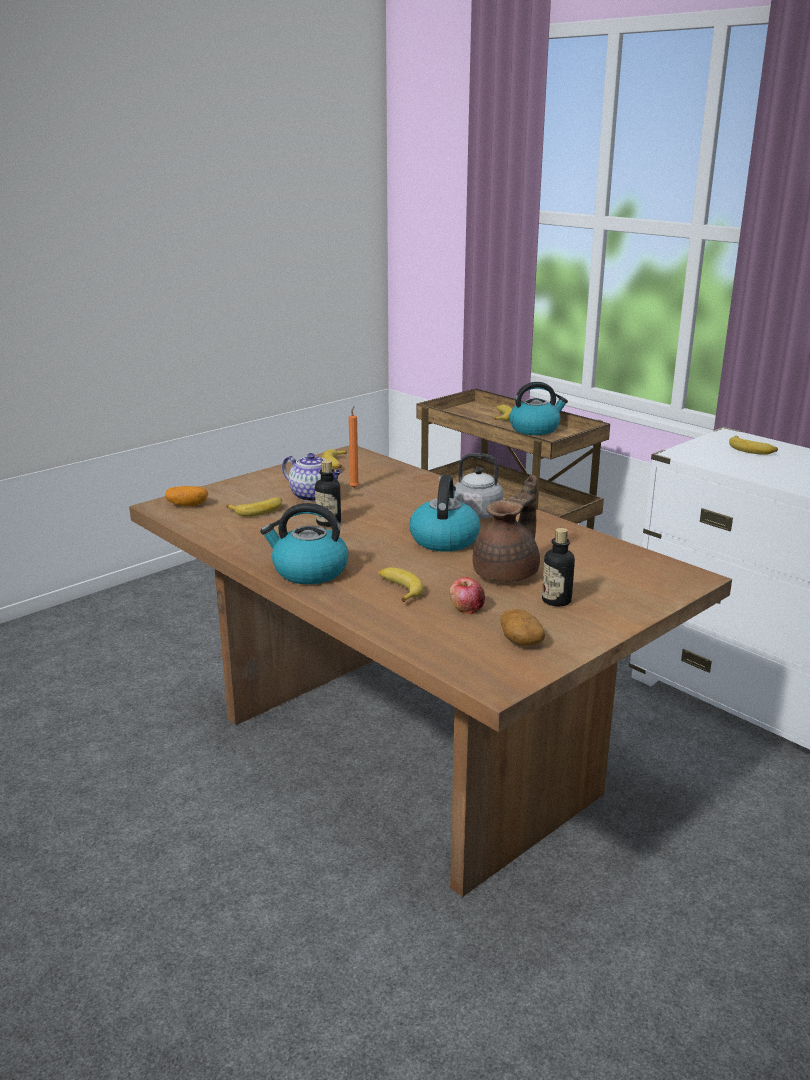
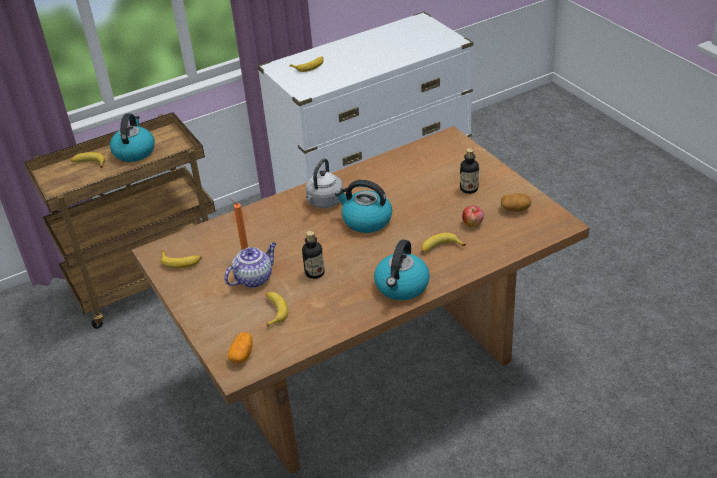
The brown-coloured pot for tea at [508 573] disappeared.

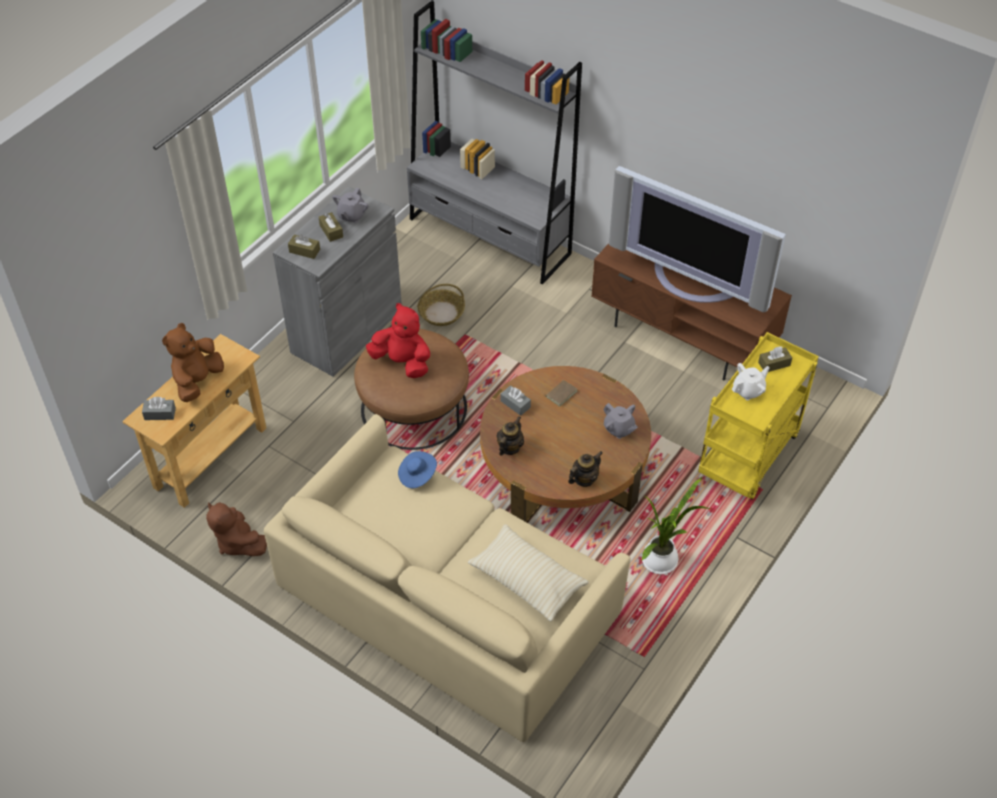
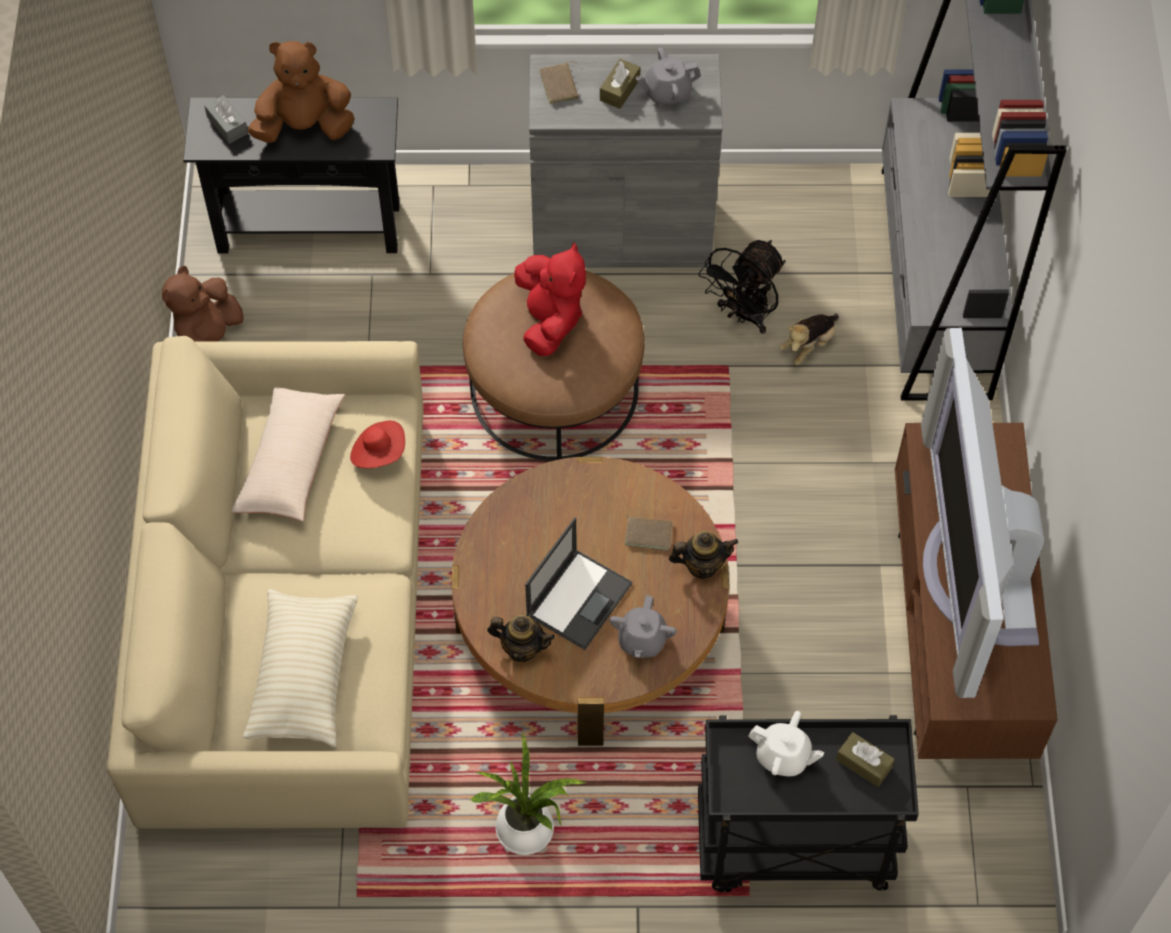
The greyish tissue holder at [515 404] disappeared. The sand-coloured cushion at [290 461] appeared. The notebook computer at [579 598] appeared. The plush toy at [809 345] appeared. The pot for tea moved from [509 448] to [702 565]. The brown-coloured tissue holder at [304 251] was replaced by the brown-coloured bound book at [560 85]. The storage basket at [441 313] was replaced by the black fan at [743 315]. The sand-coloured console table at [210 457] became the black console table at [309 228]. The blue hat at [417 475] became the reddish hat at [379 452]. The yellowish trolley at [748 458] became the black trolley at [792 846].

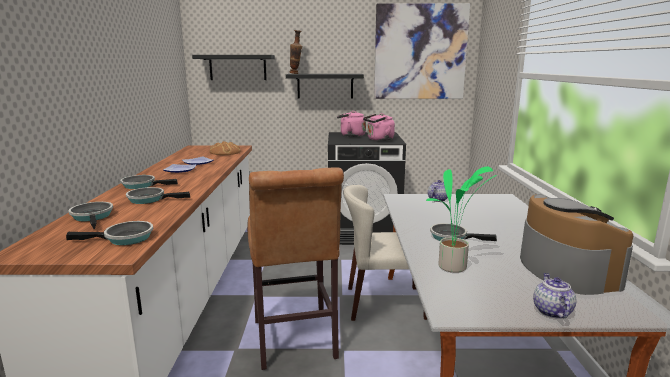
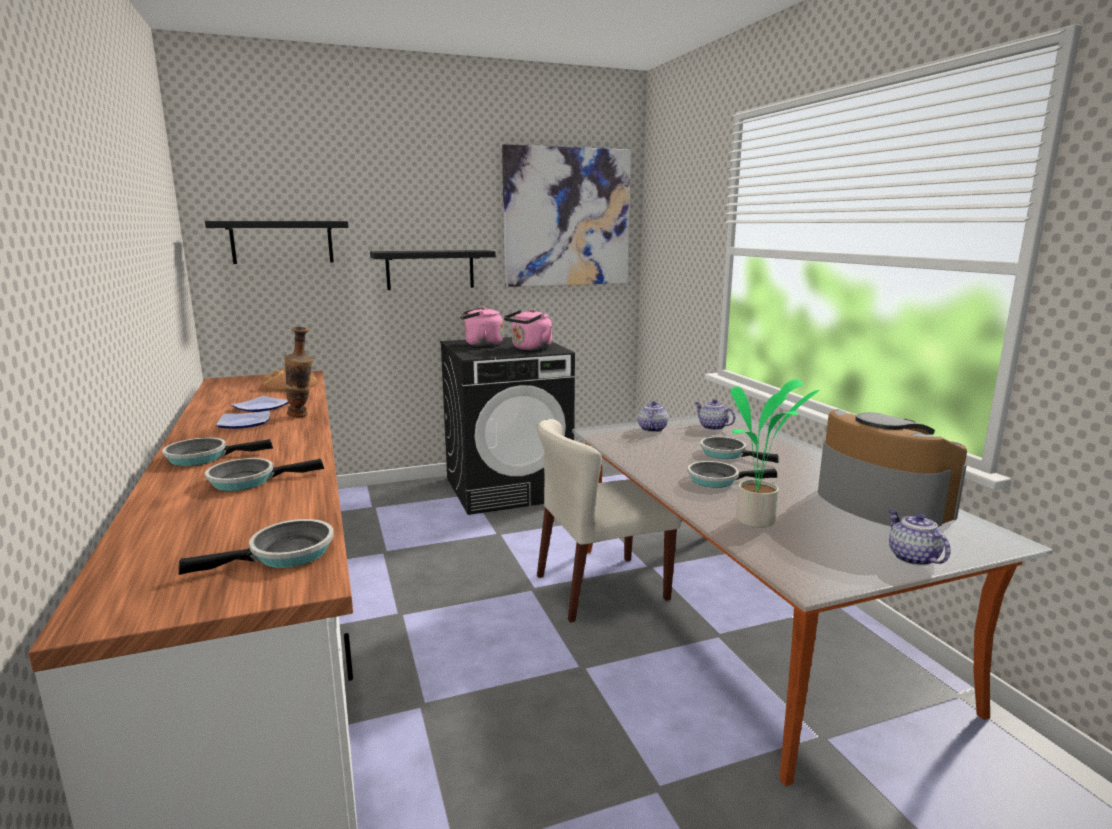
The brown-coloured sitting stool at [295 342] disappeared. The pot for tea at [712 427] appeared. The pan moved from [93 217] to [727 454]. The vase moved from [296 73] to [302 416].

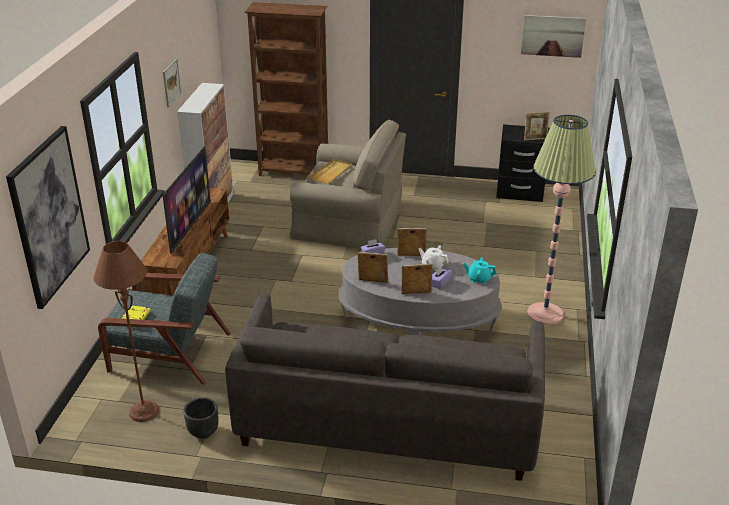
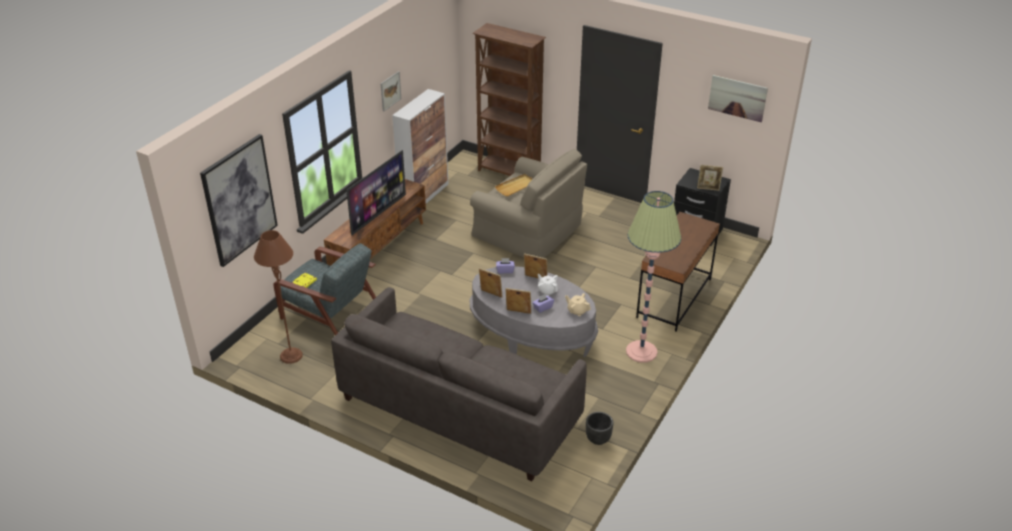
The brown-coloured desk table at [674 298] appeared. The black planter moved from [203 432] to [597 439]. The turquoise-coloured pot for tea at [479 279] became the sand-coloured pot for tea at [577 311].

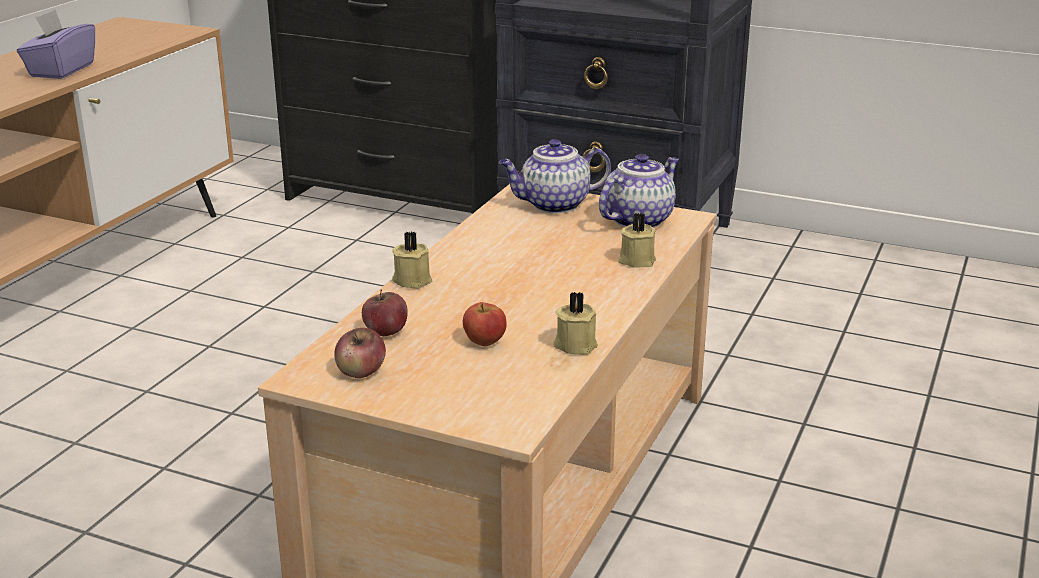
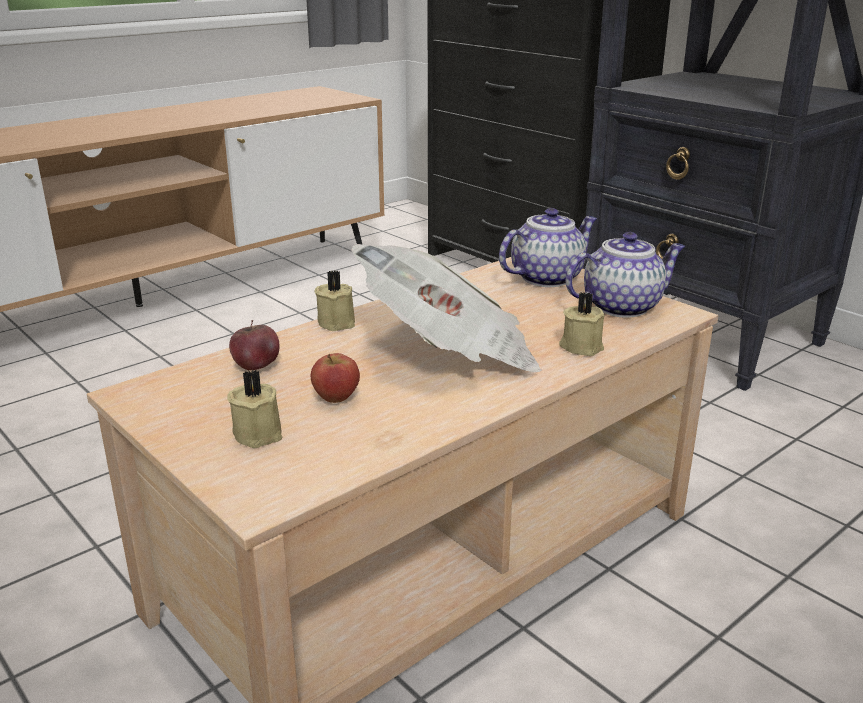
The purple tissue holder at [61 70] disappeared. The apple fruit at [361 372] disappeared. The daily paper at [450 352] appeared. The sand-coloured candle moved from [575 344] to [259 433]. The pot for tea at [553 205] turned 135 degrees clockwise.

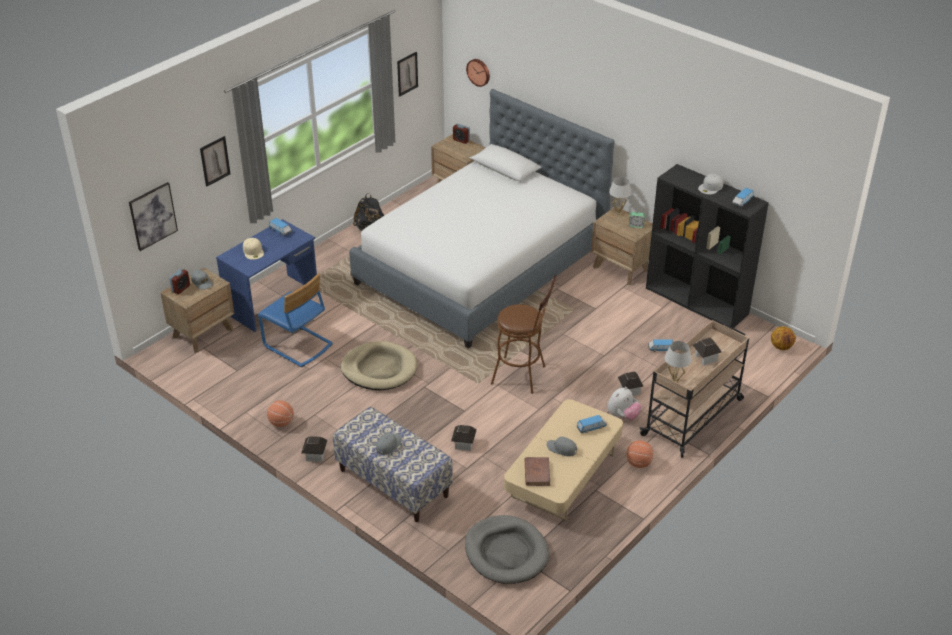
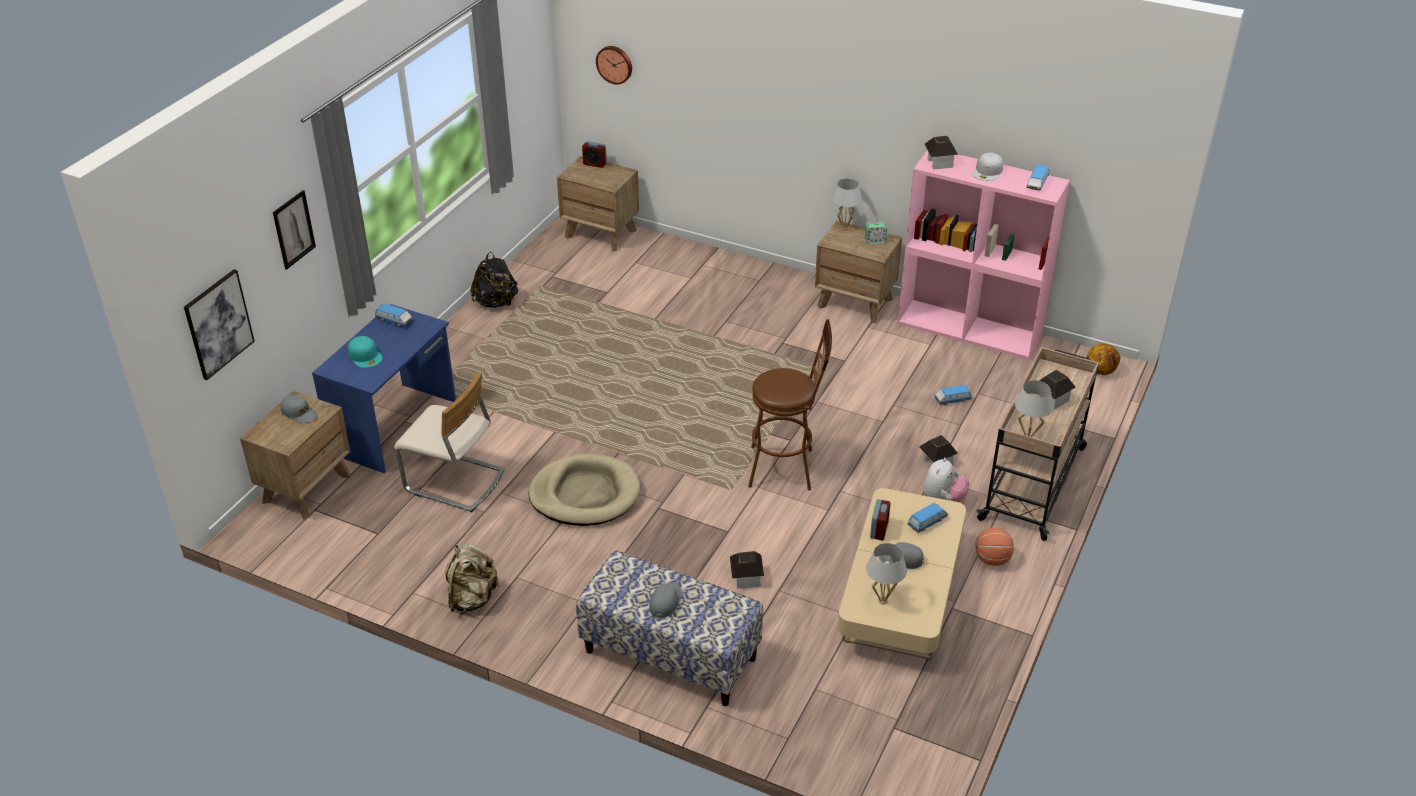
The bedroom bed at [482 266] disappeared. The wall art at [407 74] disappeared. The greyish dog cushion at [506 552] disappeared. The alarm clock moved from [181 288] to [879 530]. The miniature house moved from [315 455] to [939 163]. The basketball at [281 423] was replaced by the sand-coloured rucksack at [472 598]. The brown-coloured bound book at [537 473] was replaced by the white-coloured tabletop lamp at [882 600]. The sand-coloured cap at [253 251] became the turquoise-coloured cap at [365 356]. The blue upright chair at [297 345] became the sand-coloured upright chair at [454 482]. The black bookcase at [697 301] became the pink-coloured bookcase at [970 329].

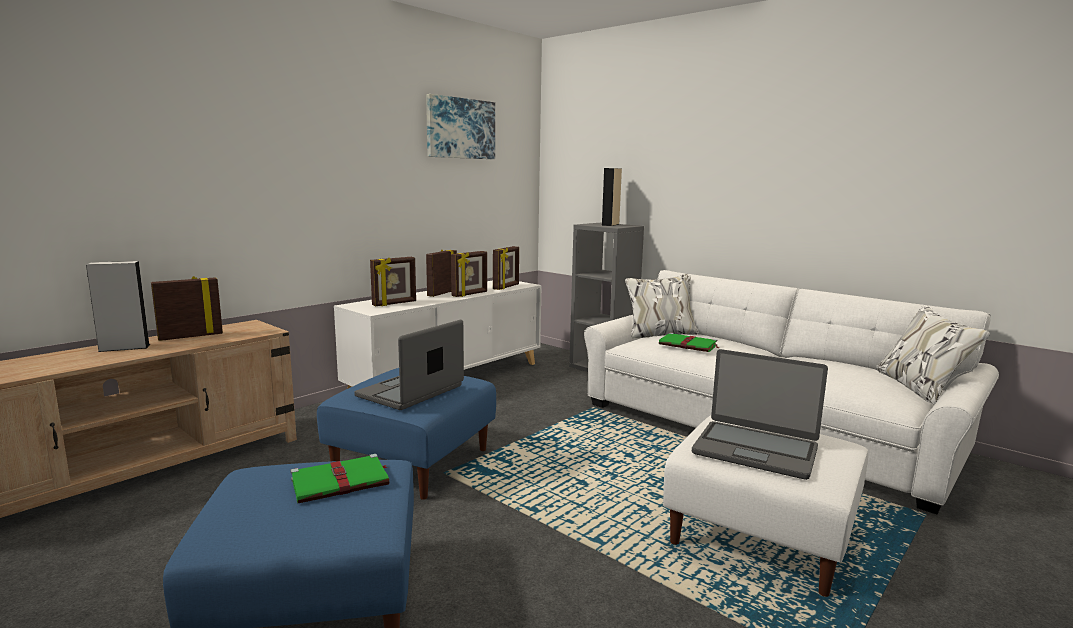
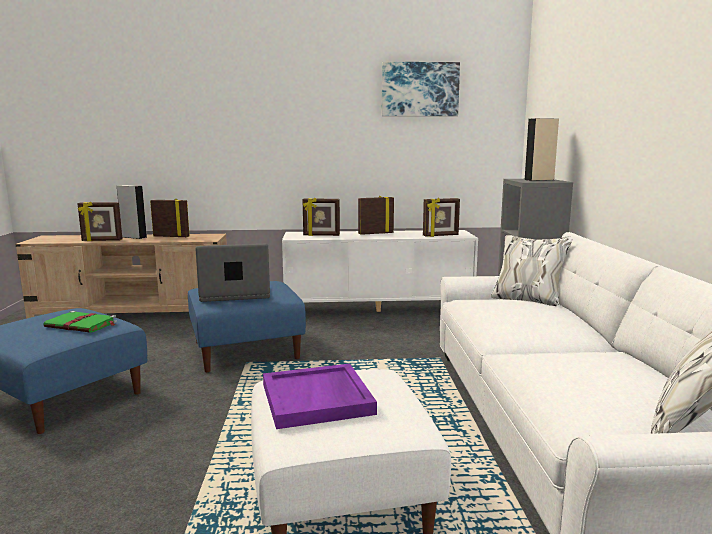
The greenish bound book at [689 345] disappeared. The picture frame moved from [470 294] to [102 240]. The notebook computer at [755 450] was replaced by the purple serving tray at [318 399].

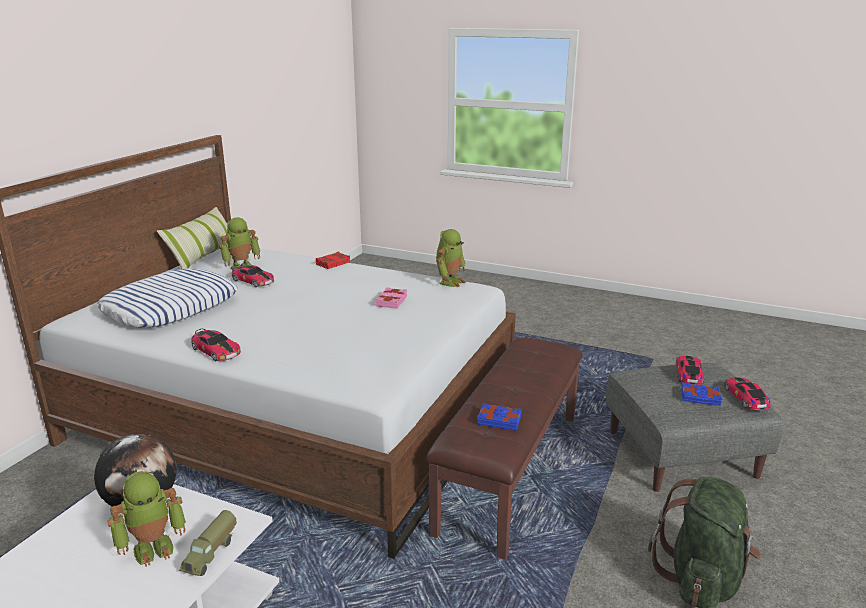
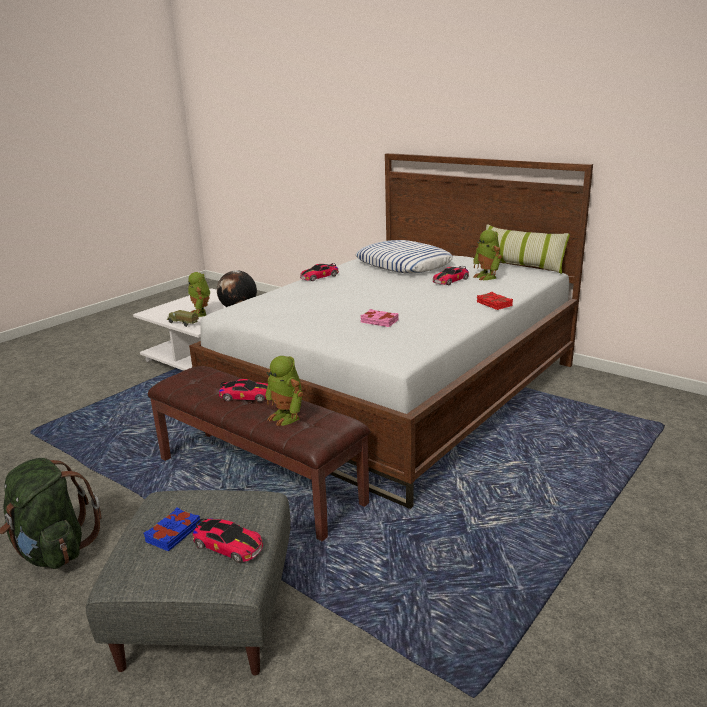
The blue bound book at [499 420] disappeared. The robot figure moved from [450 281] to [286 417]. The toy car moved from [746 398] to [246 396].

